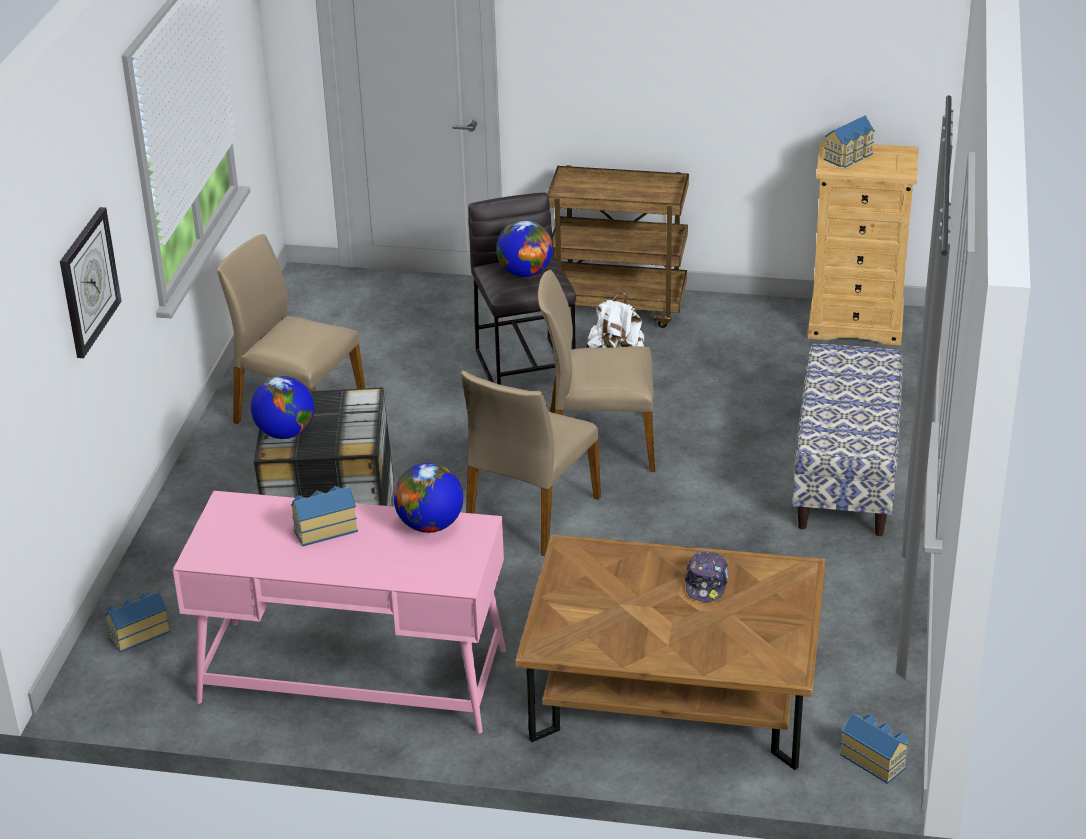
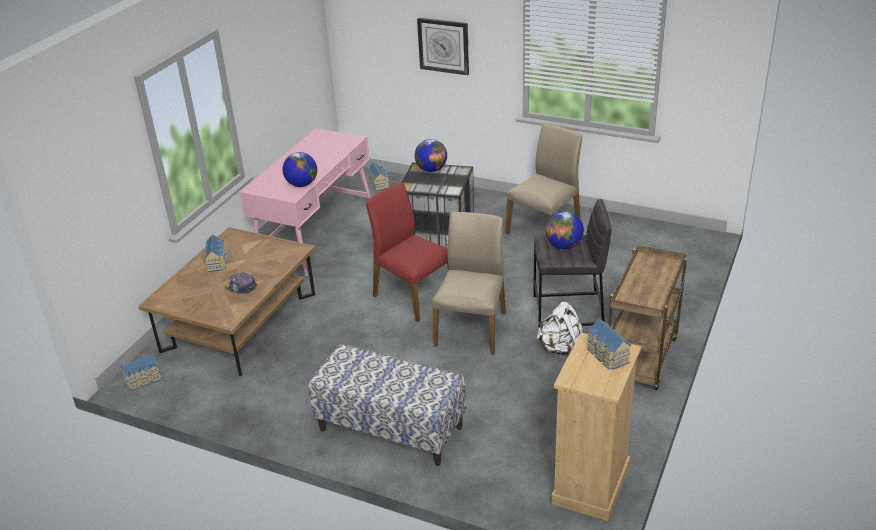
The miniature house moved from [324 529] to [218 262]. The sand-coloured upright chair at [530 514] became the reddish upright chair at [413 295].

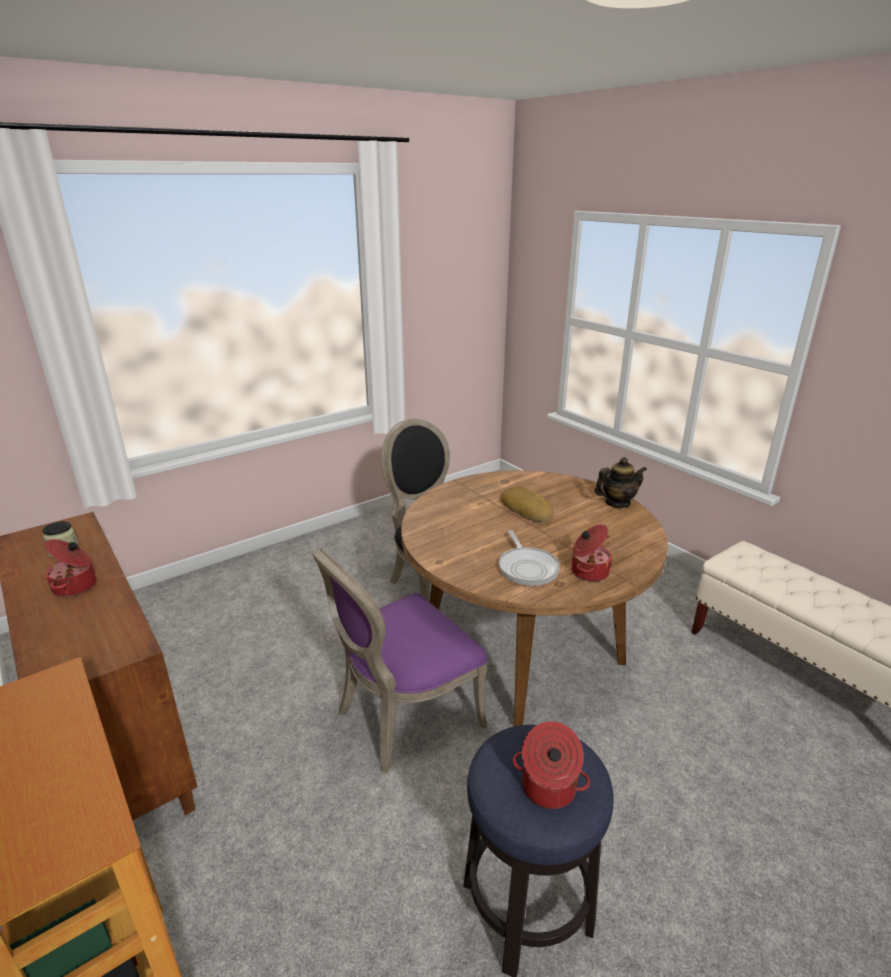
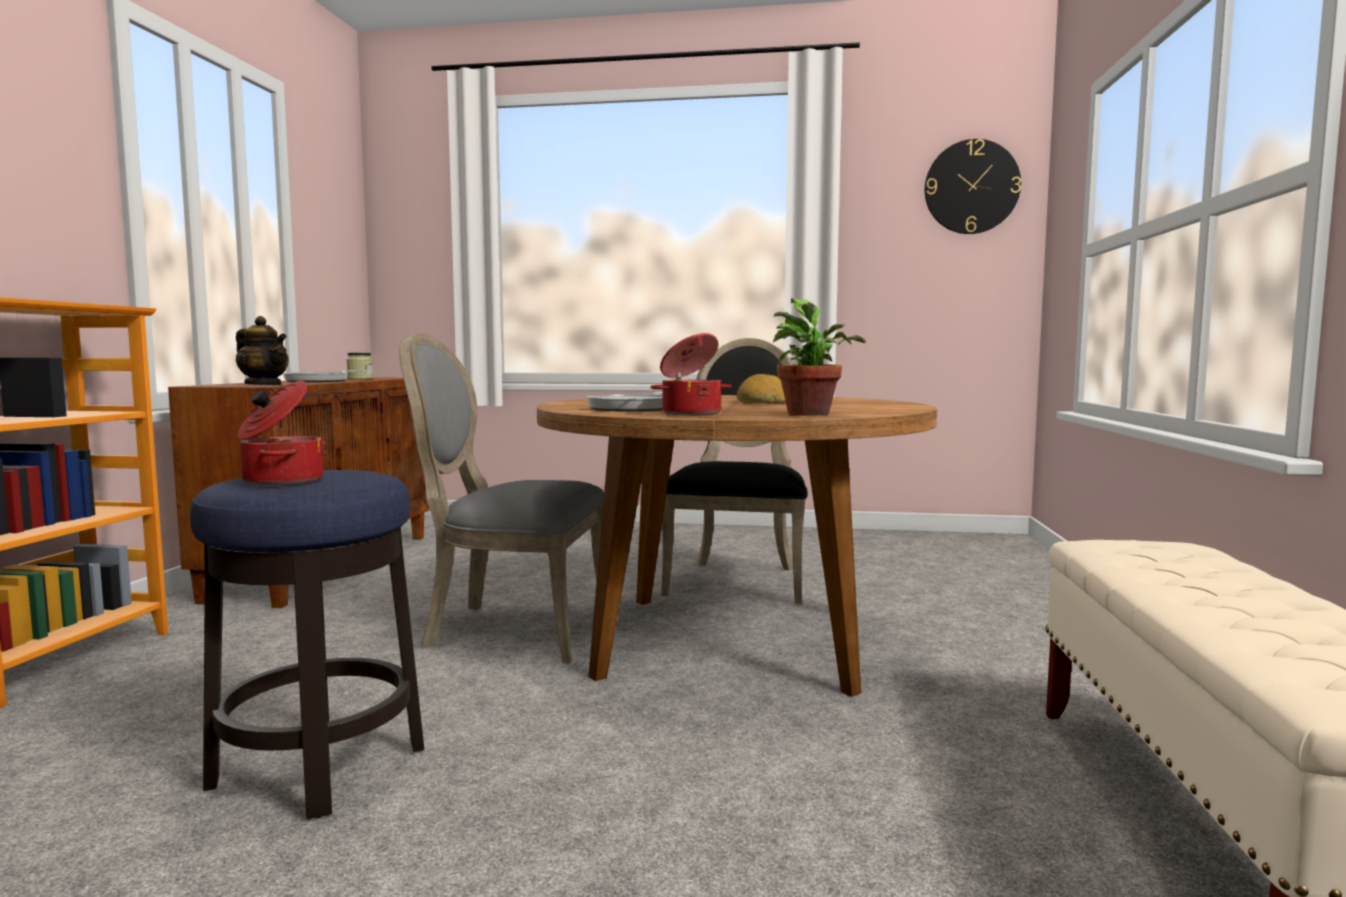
The potted plant at [810 414] appeared. The clock on the wall at [971 187] appeared. The pot for tea moved from [617 503] to [264 385]. The saucepot at [76 586] was replaced by the pan at [320 381]. The purple upright chair at [403 718] became the greyish upright chair at [511 629].

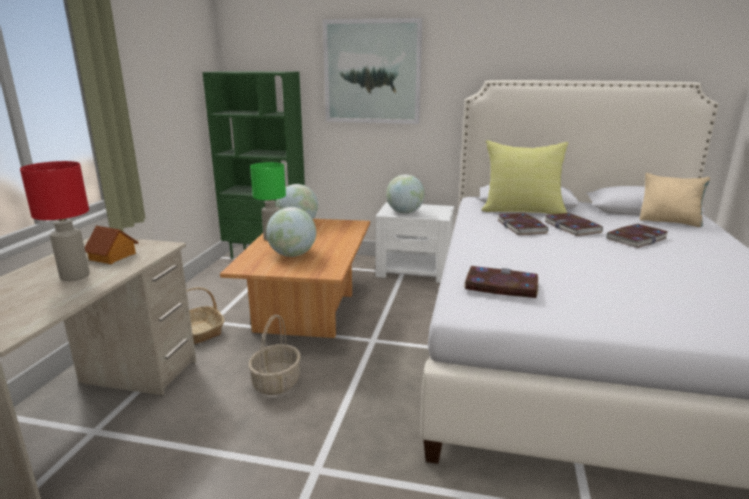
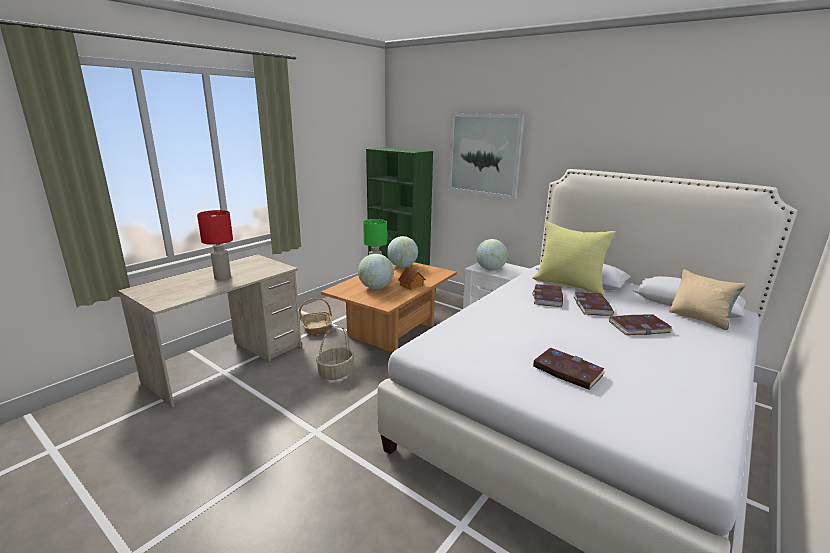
The miniature house moved from [113 256] to [411 285]. The bound book moved from [500 286] to [567 371].

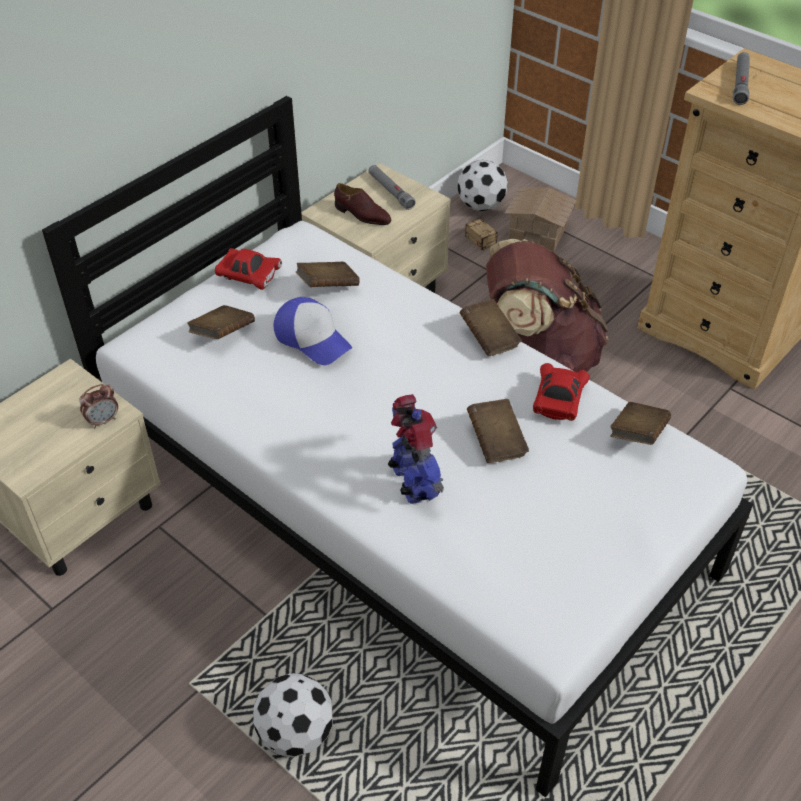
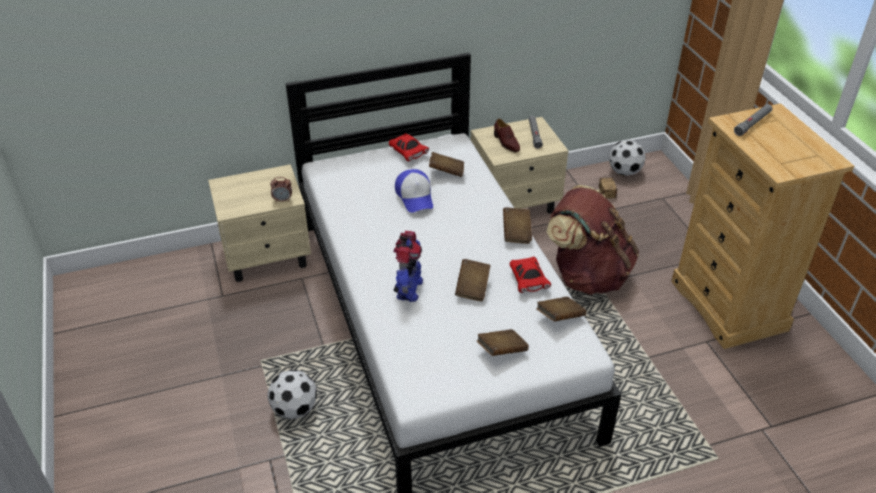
The miniature house at [539 233] disappeared. The brown-coloured bound book moved from [223 334] to [501 351]. The reddish toy car at [558 400] turned 120 degrees clockwise.

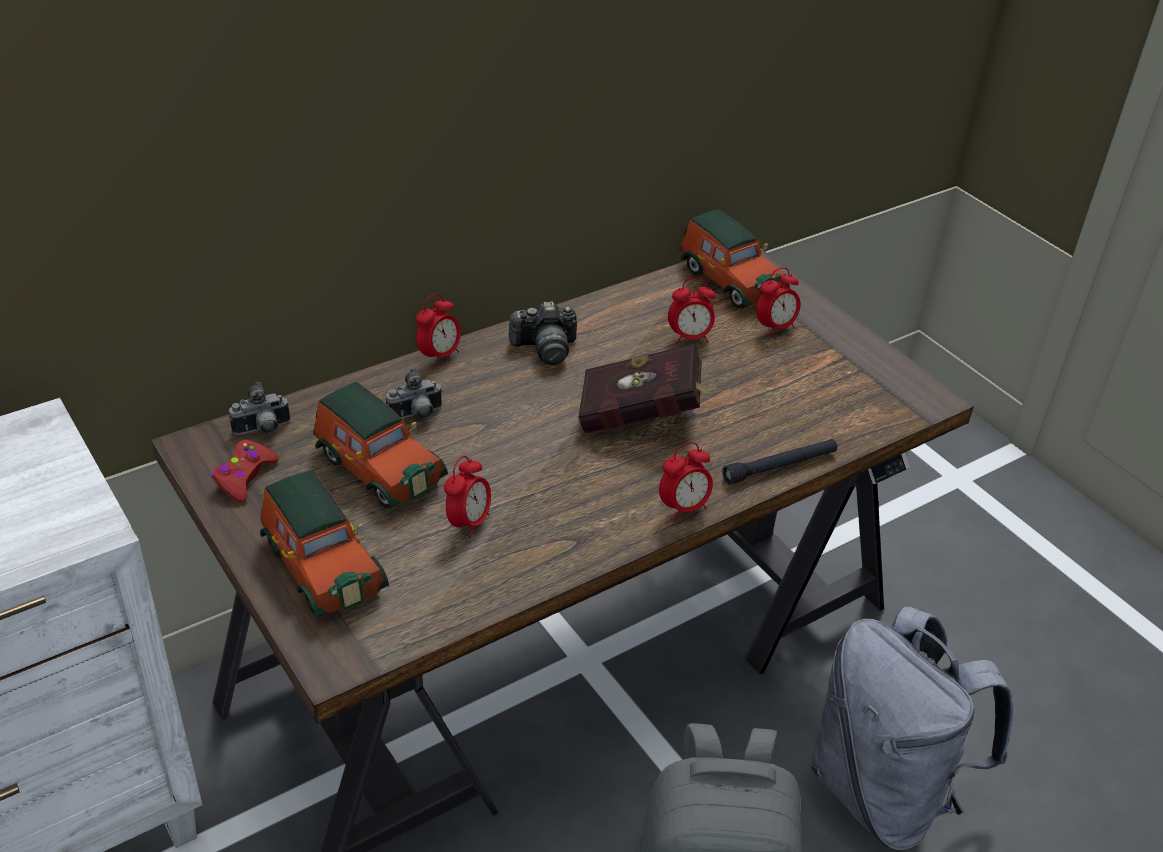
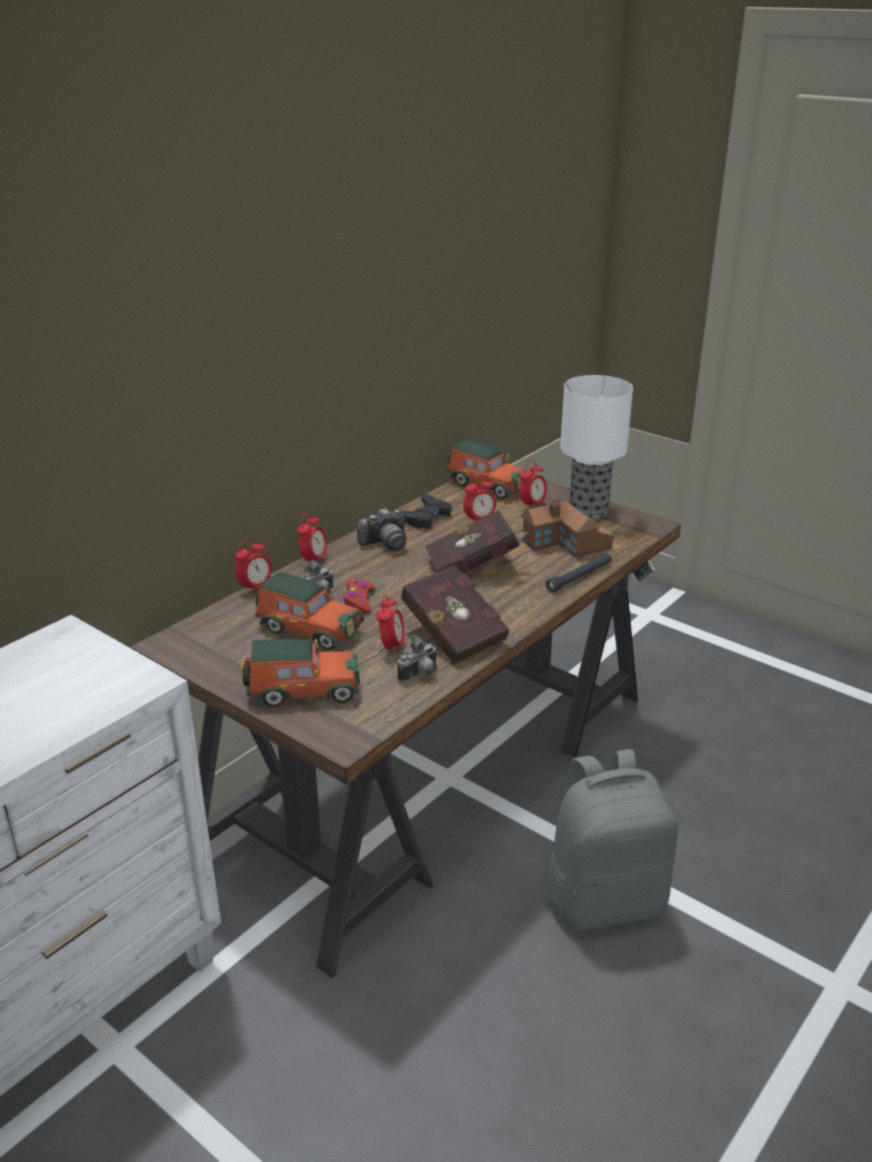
The greyish rucksack at [884 793] disappeared. The black joypad at [424 517] appeared. The reddish bound book at [452 633] appeared. The miniature house at [566 544] appeared. The tabletop lamp at [588 509] appeared. The reddish joypad moved from [244 477] to [359 601]. The photo camera moved from [263 430] to [420 675]. The alarm clock moved from [683 508] to [256 588]. The toy car at [320 564] turned 45 degrees counterclockwise.

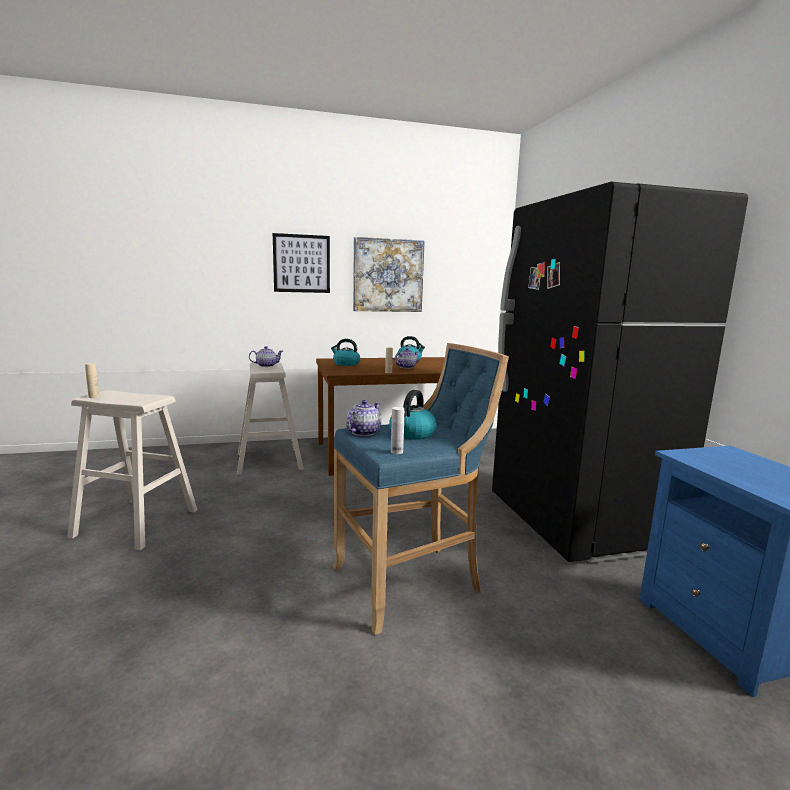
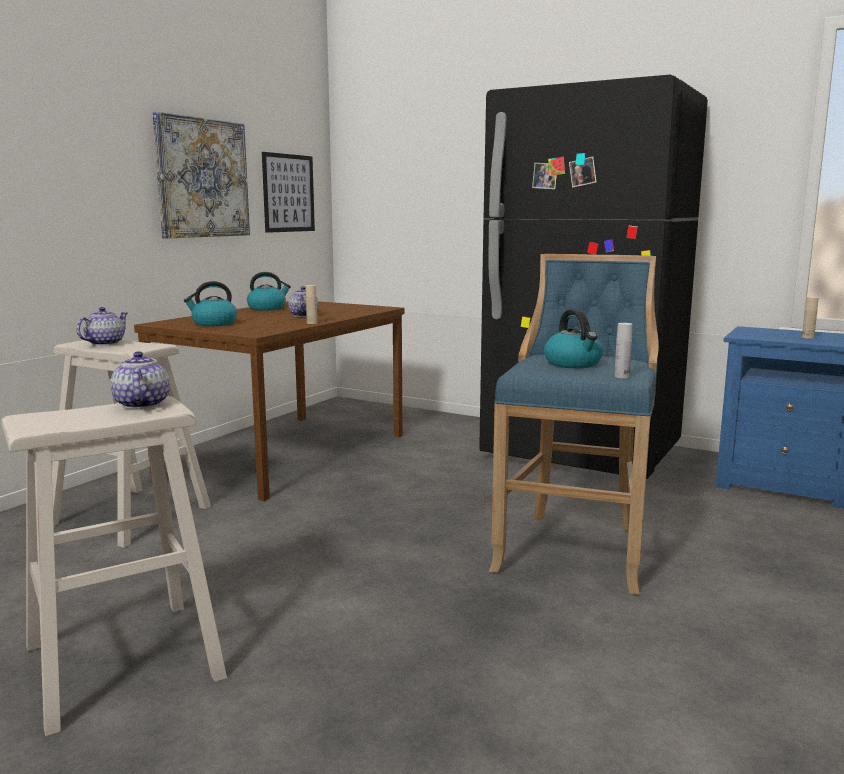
The sand-coloured bottle moved from [94 397] to [807 337]. The wall art moved from [301 263] to [288 193]. The pot for tea moved from [363 432] to [141 404].

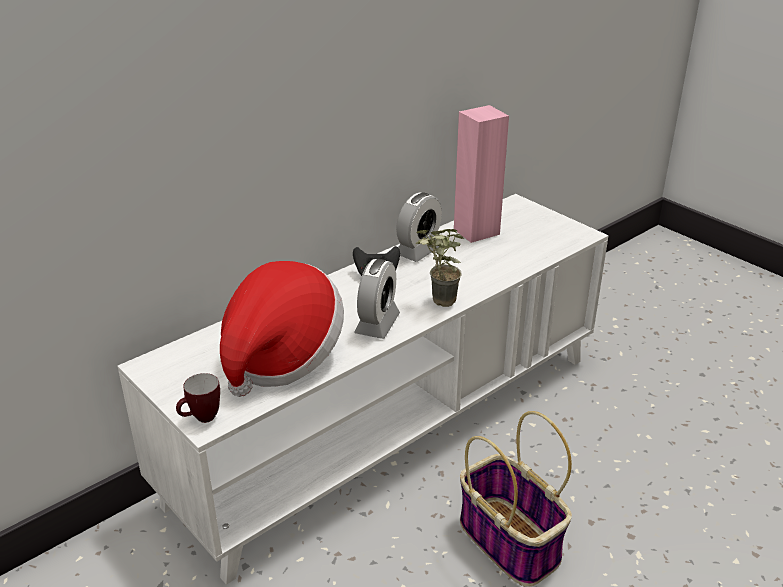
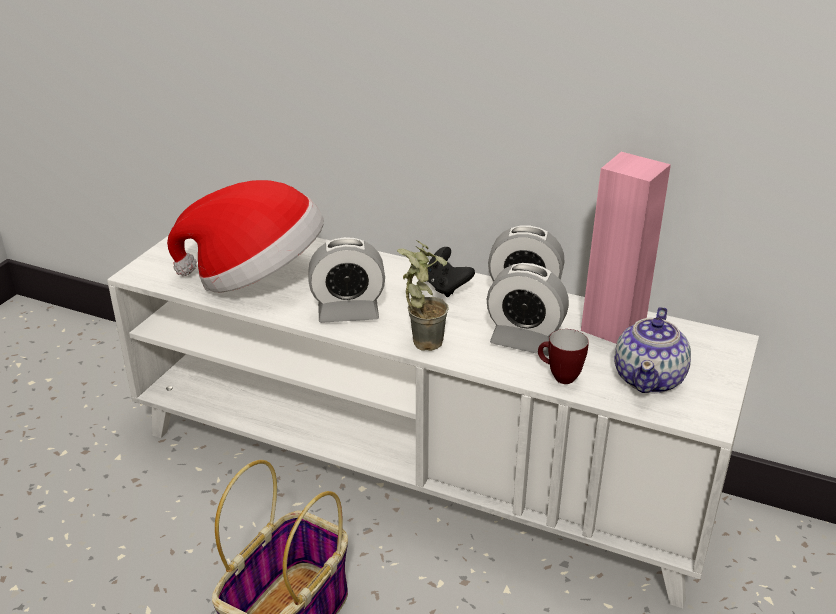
The alarm clock at [524 341] appeared. The pot for tea at [649 378] appeared. The mug moved from [201 419] to [559 377].

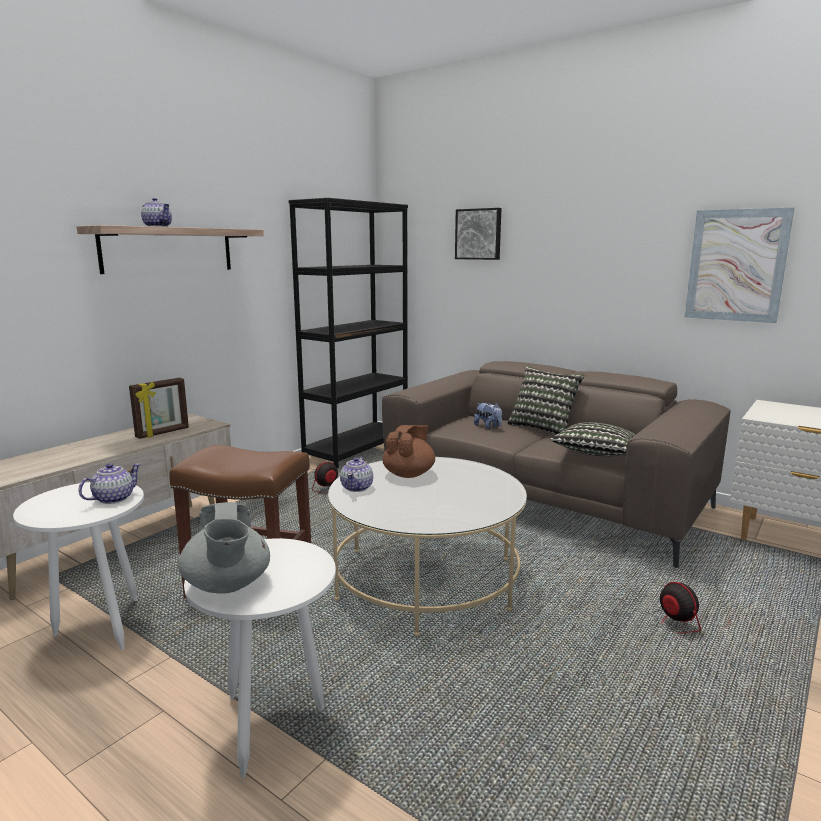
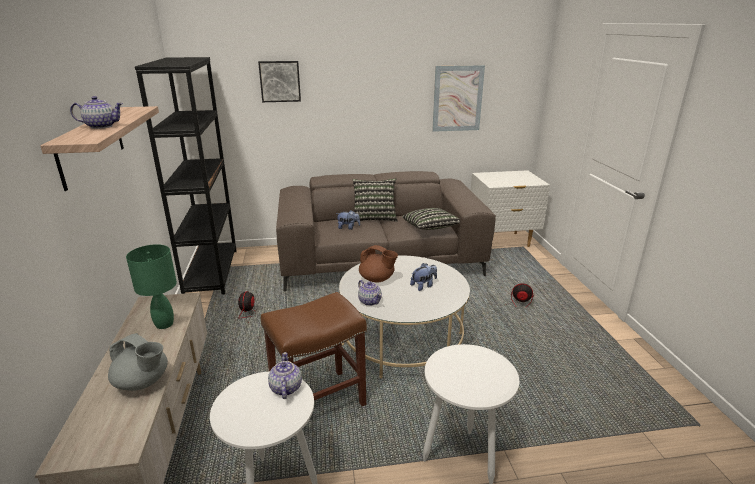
The plush toy at [423 286] appeared. The greyish pot for tea moved from [227 585] to [143 382]. The picture frame at [163 433] was replaced by the greenish tabletop lamp at [164 324]. The brown-coloured pot for tea at [409 474] turned 135 degrees clockwise.

